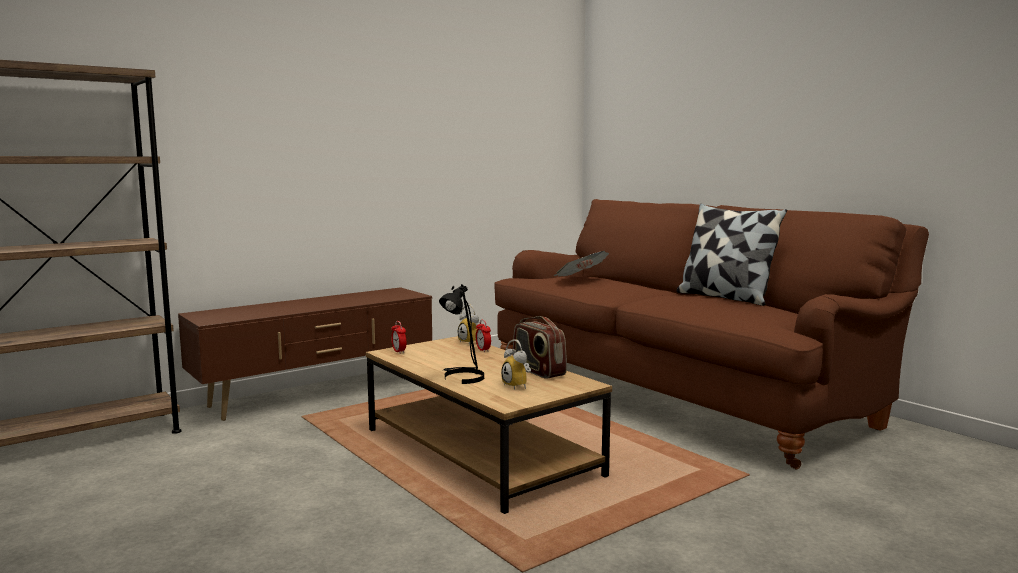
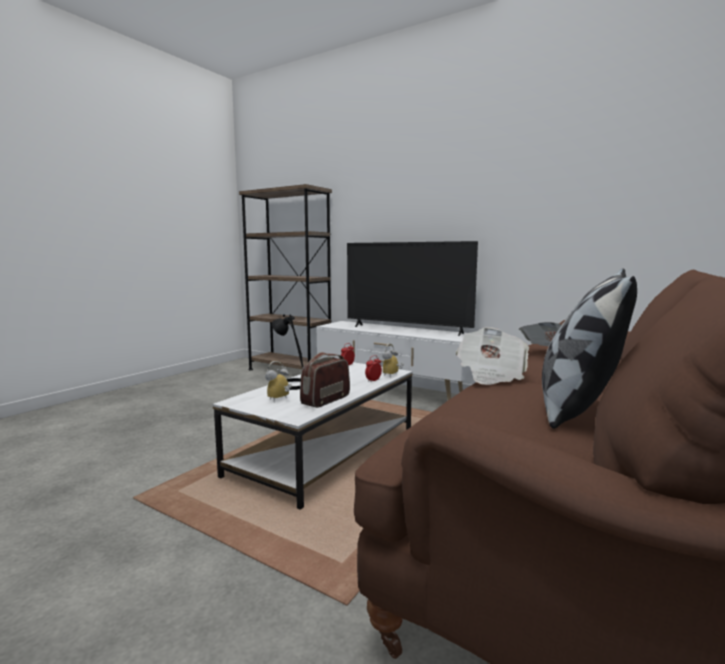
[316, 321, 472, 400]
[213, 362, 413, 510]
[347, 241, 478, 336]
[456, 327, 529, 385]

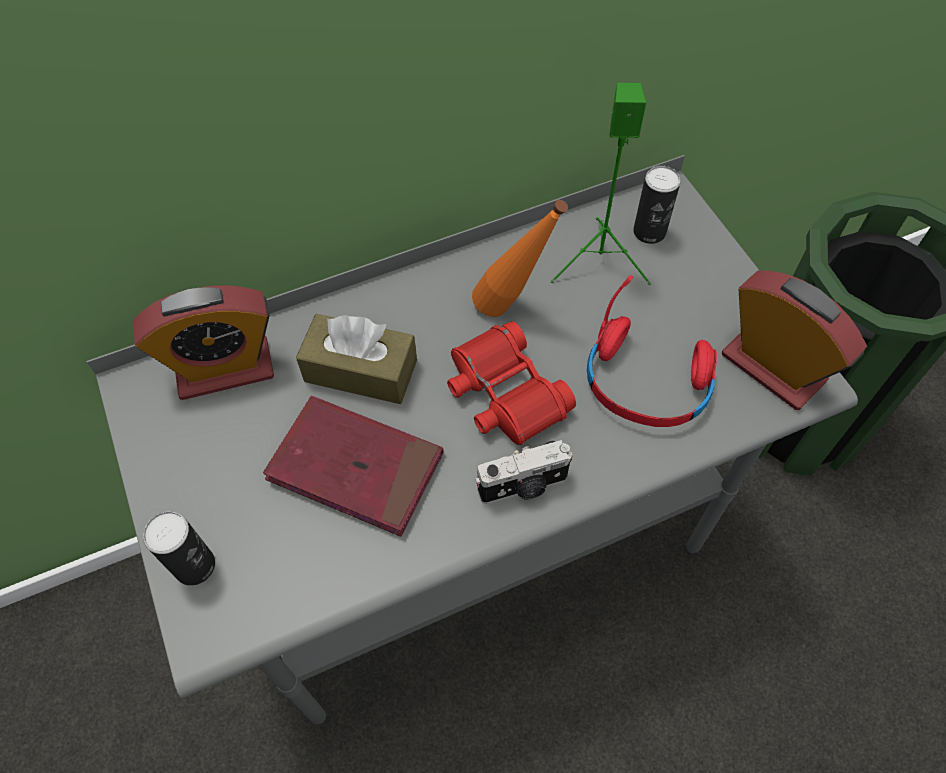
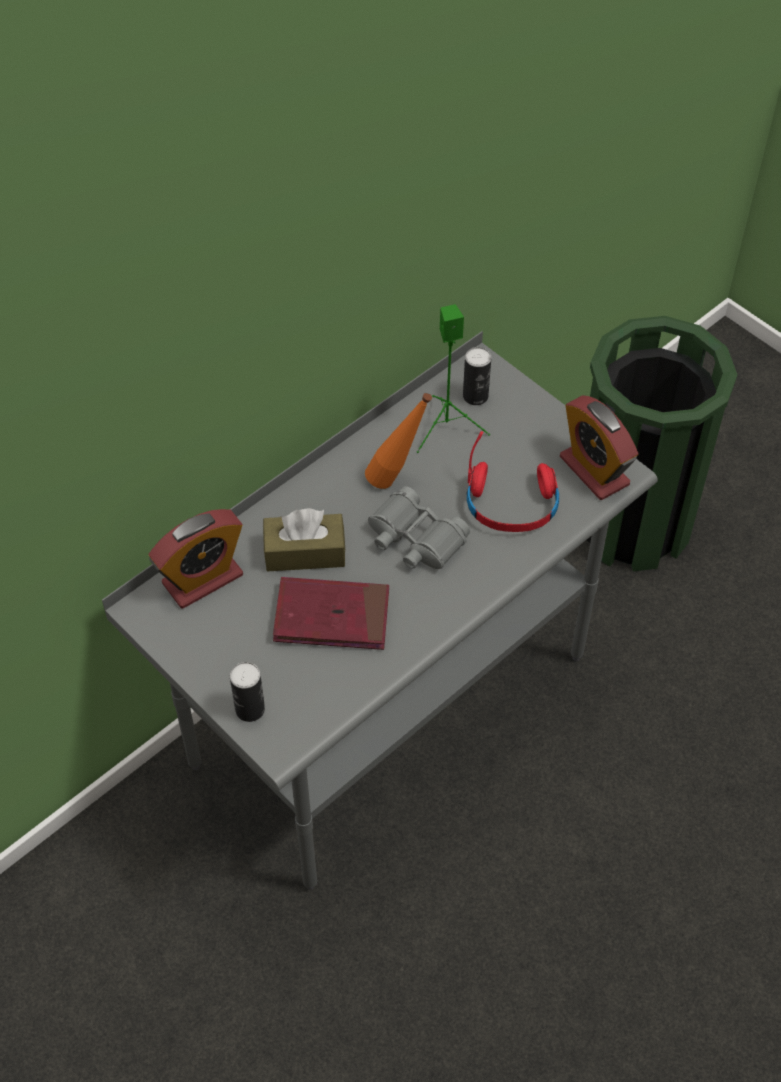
[368, 486, 470, 569]
[475, 440, 573, 504] (first image)
[560, 395, 638, 500]

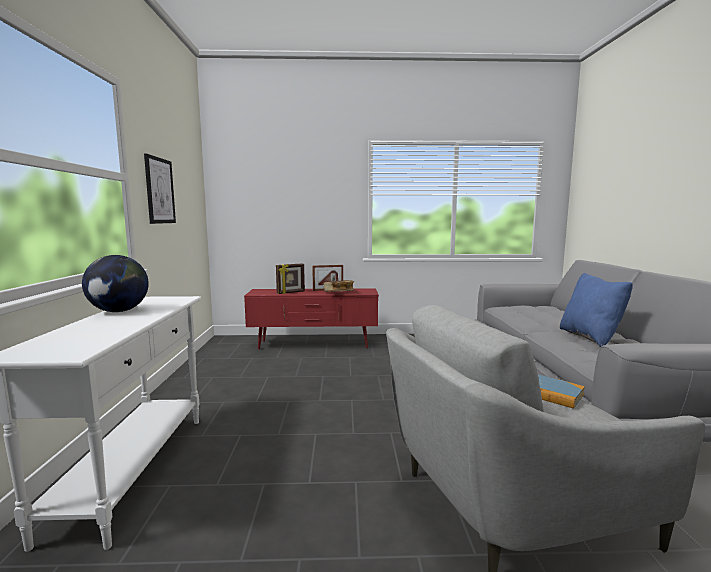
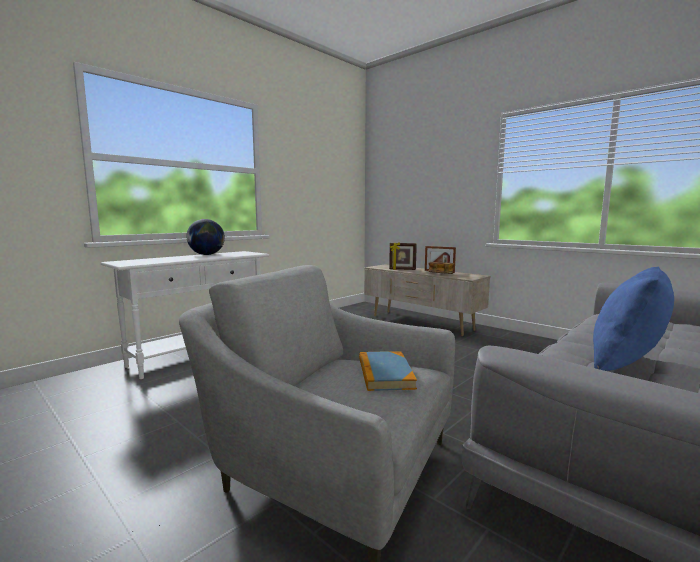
[144, 154, 176, 224] (first image)
[365, 264, 491, 336]

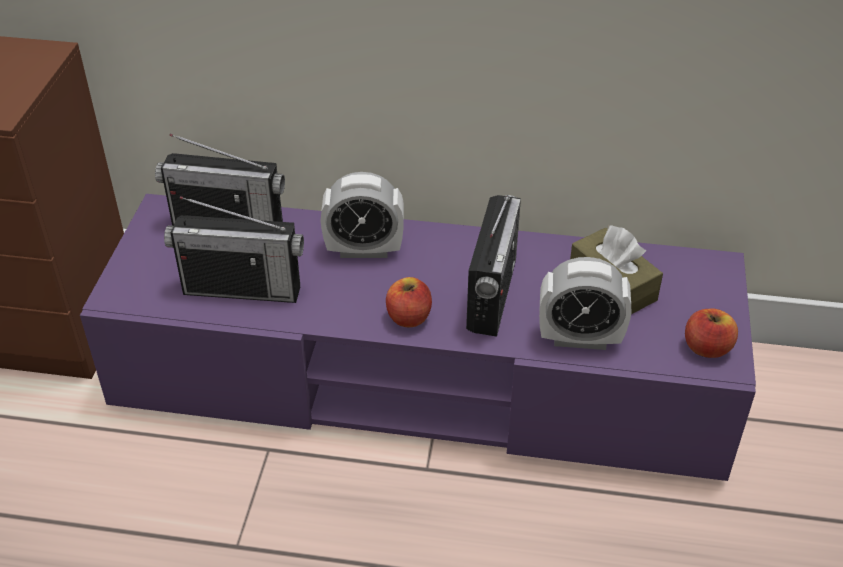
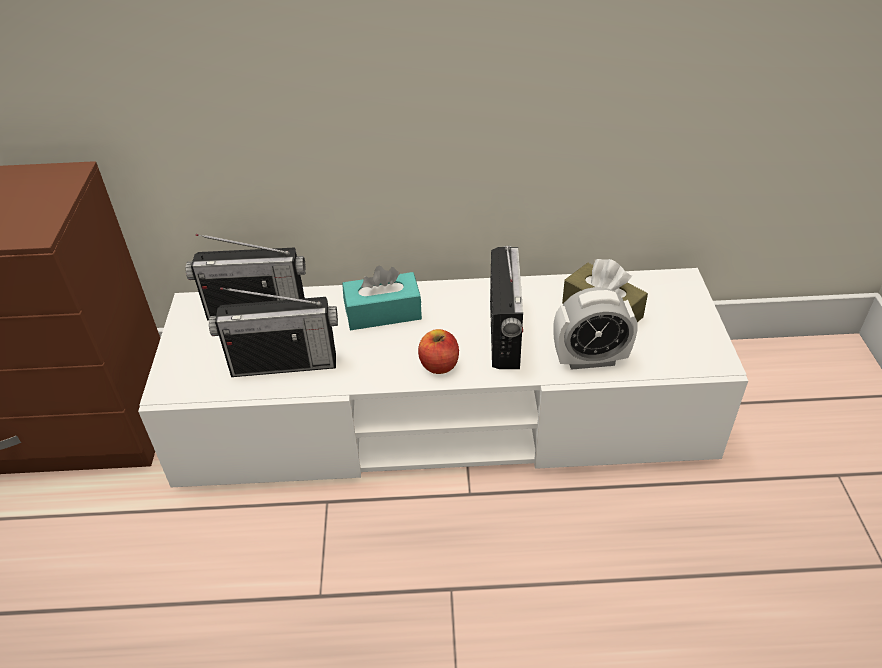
[138, 268, 748, 487]
[342, 266, 422, 330]
[685, 309, 738, 358] (first image)

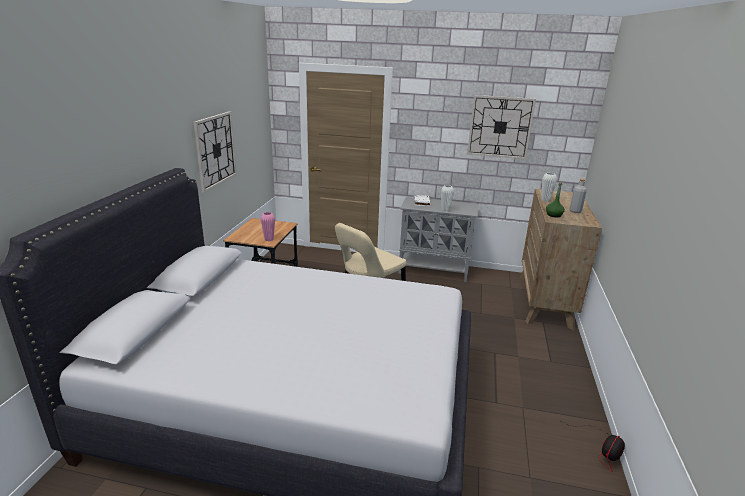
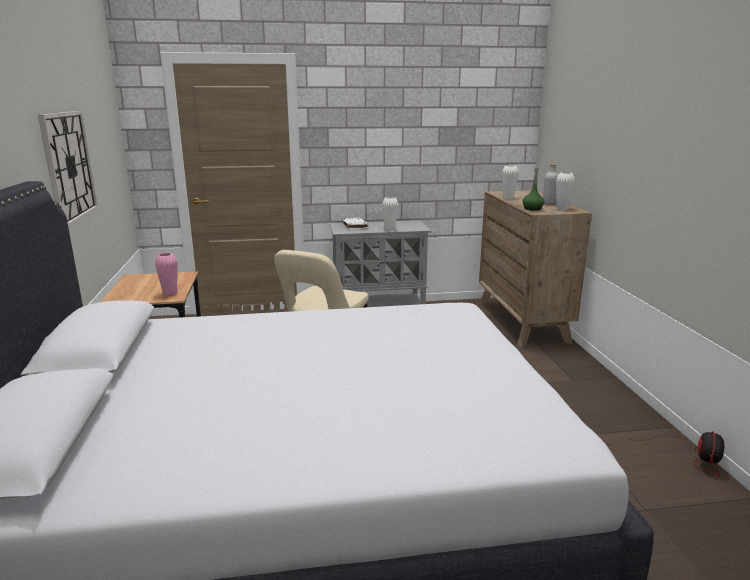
[467, 95, 536, 159] (first image)
[556, 172, 575, 210]

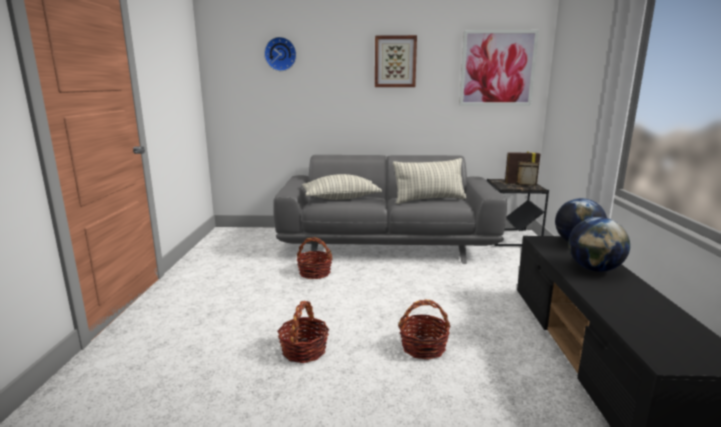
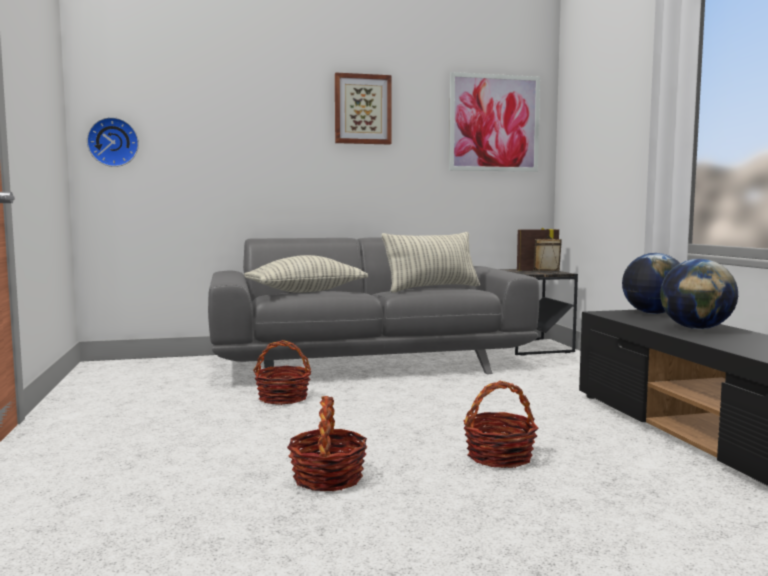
[87, 117, 139, 167]

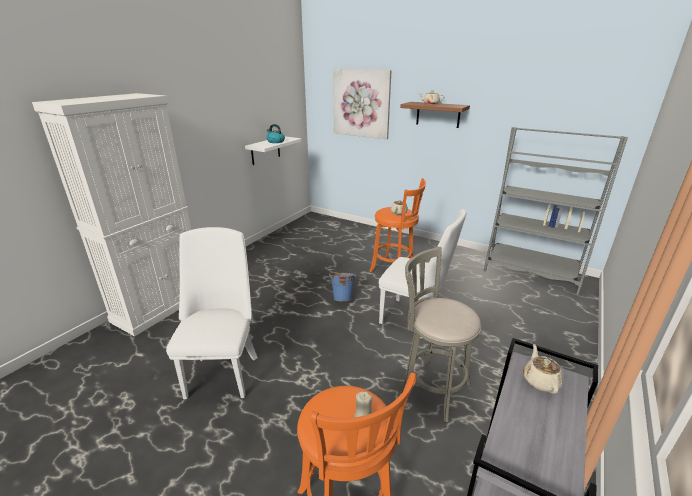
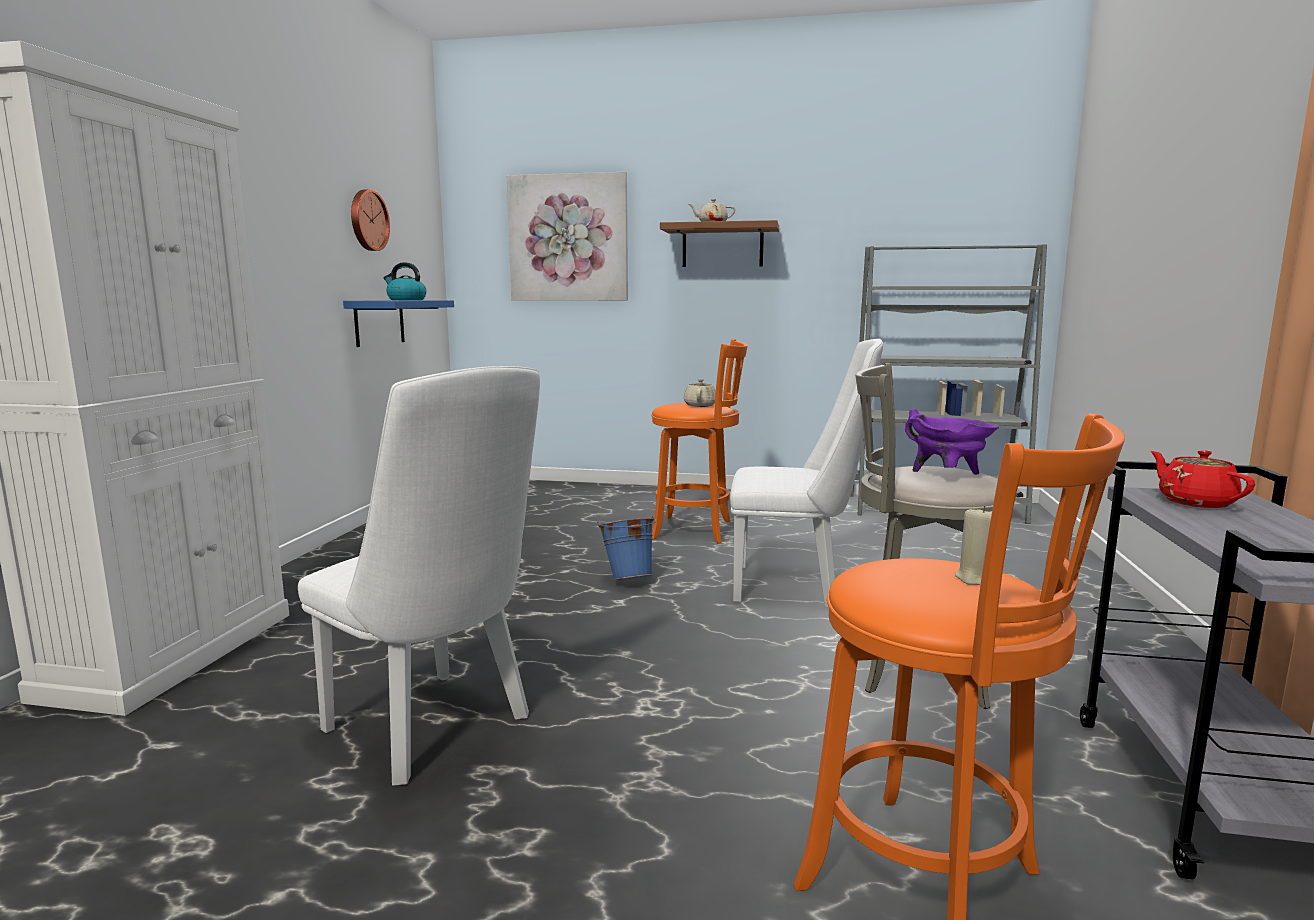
[298, 366, 540, 786]
[343, 300, 454, 347]
[1151, 450, 1255, 508]
[351, 189, 390, 251]
[905, 409, 999, 475]

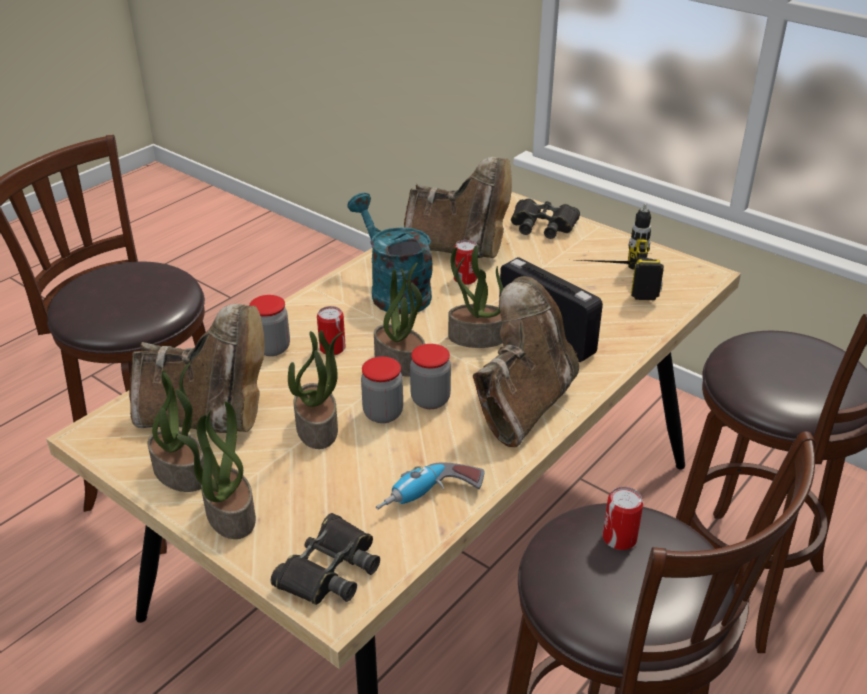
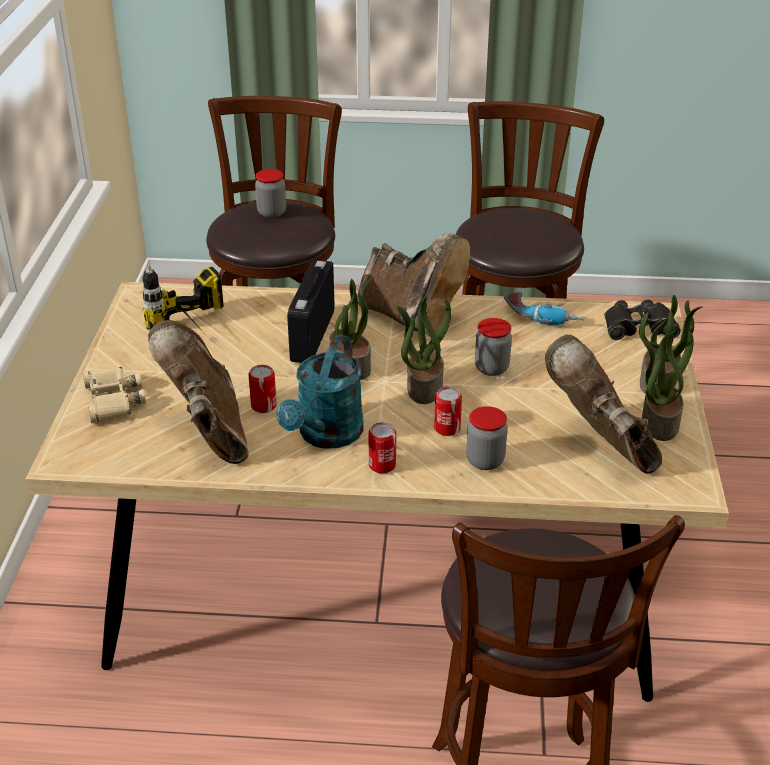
[288, 330, 344, 449] (first image)
[255, 169, 286, 218]
[357, 233, 470, 335]
[83, 367, 146, 423]
[368, 422, 396, 474]

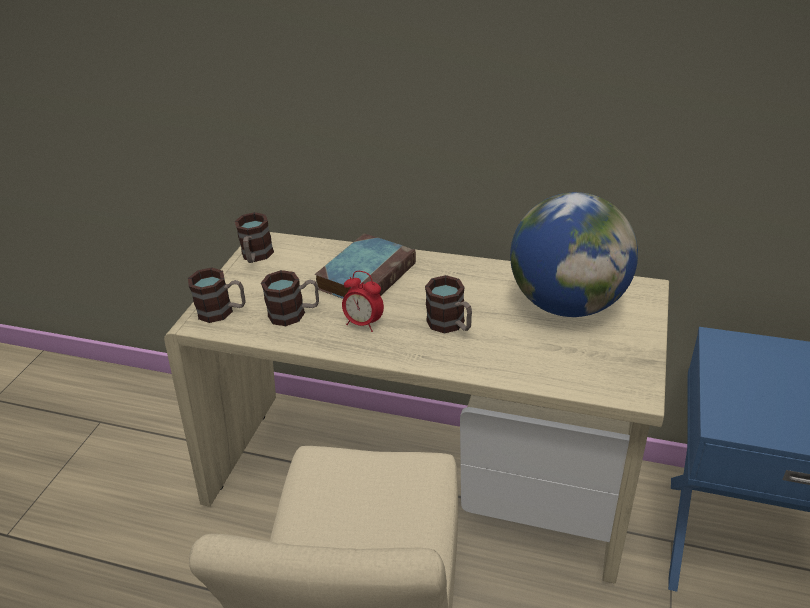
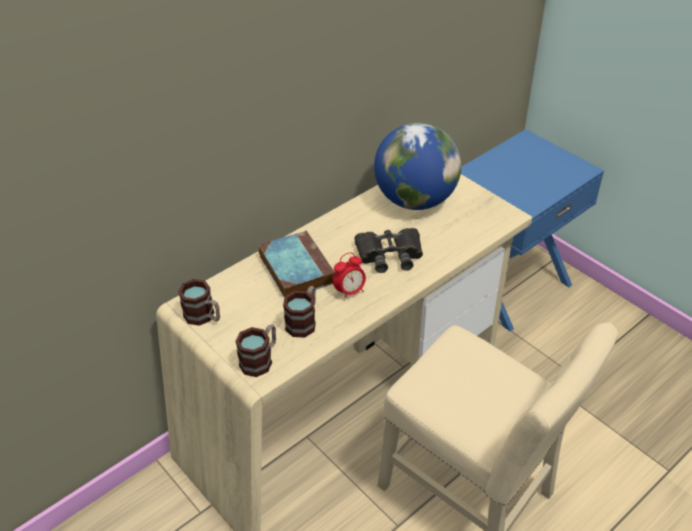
[354, 228, 423, 273]

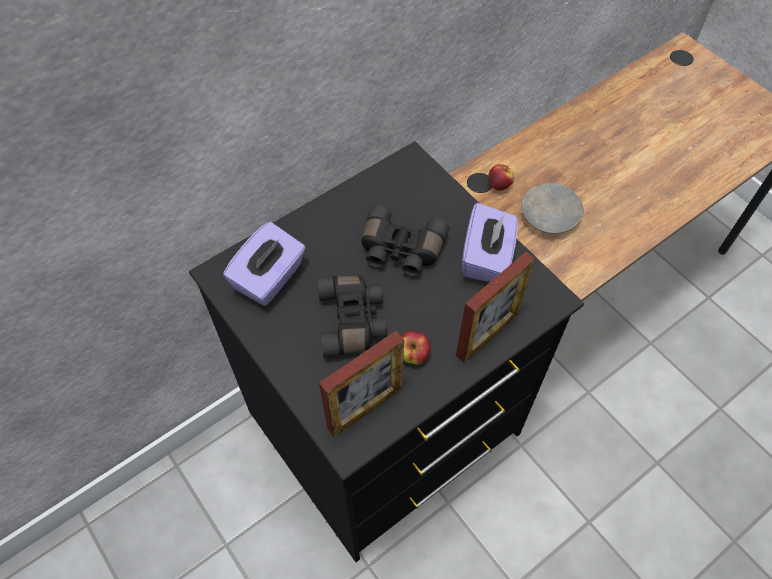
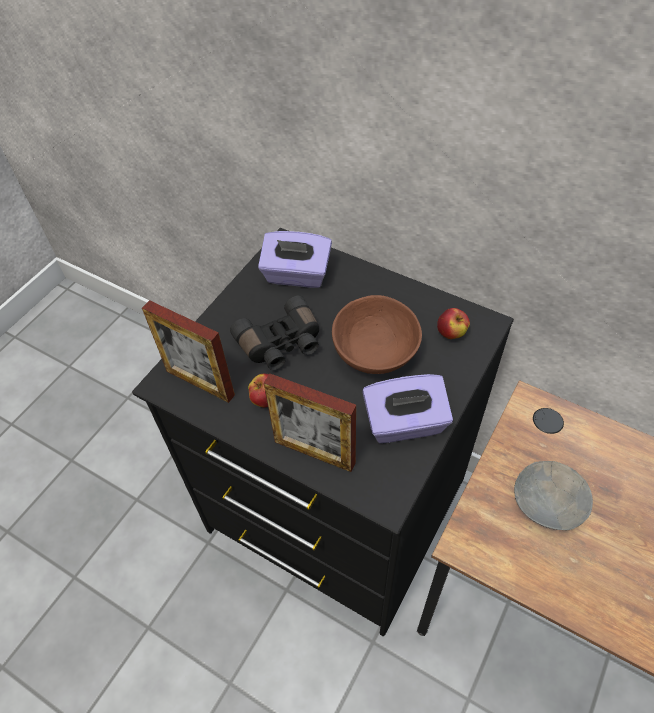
[332, 295, 422, 374]
[437, 308, 470, 339]

